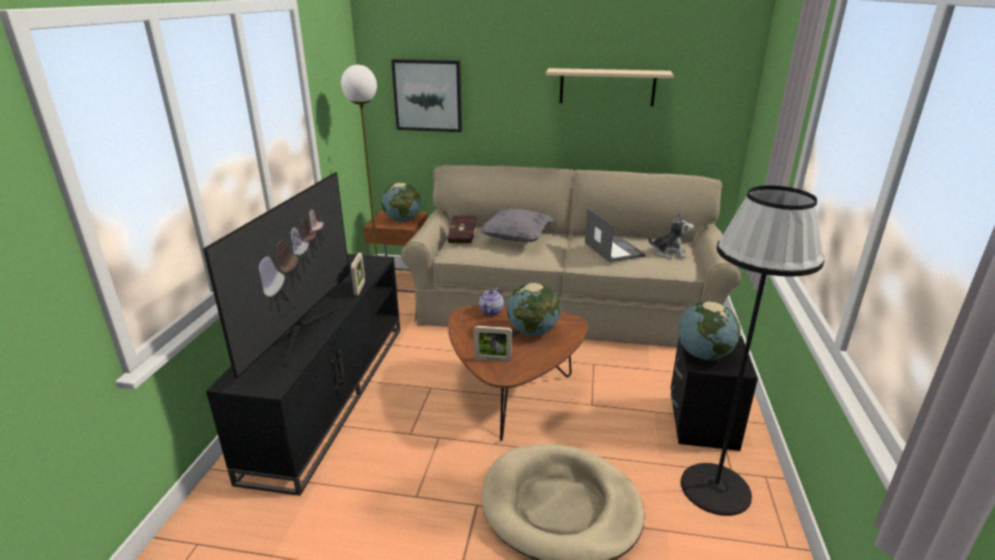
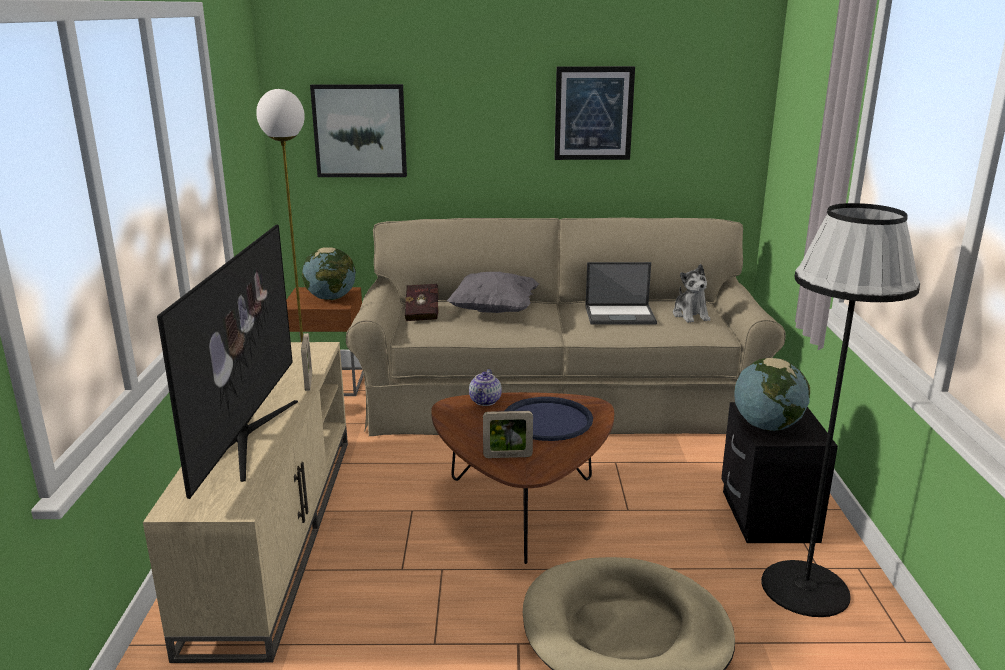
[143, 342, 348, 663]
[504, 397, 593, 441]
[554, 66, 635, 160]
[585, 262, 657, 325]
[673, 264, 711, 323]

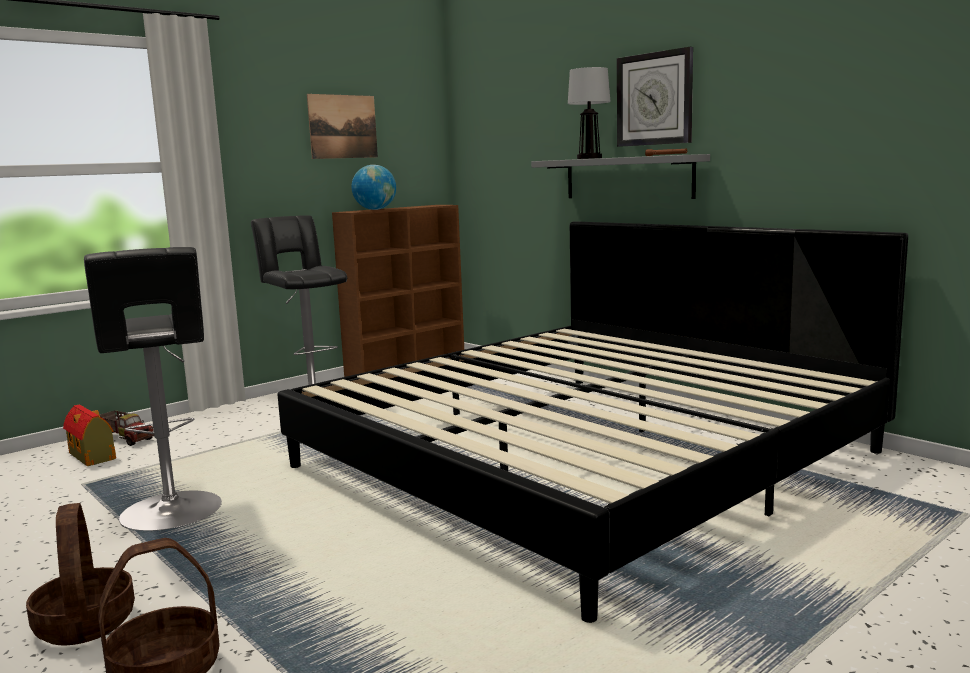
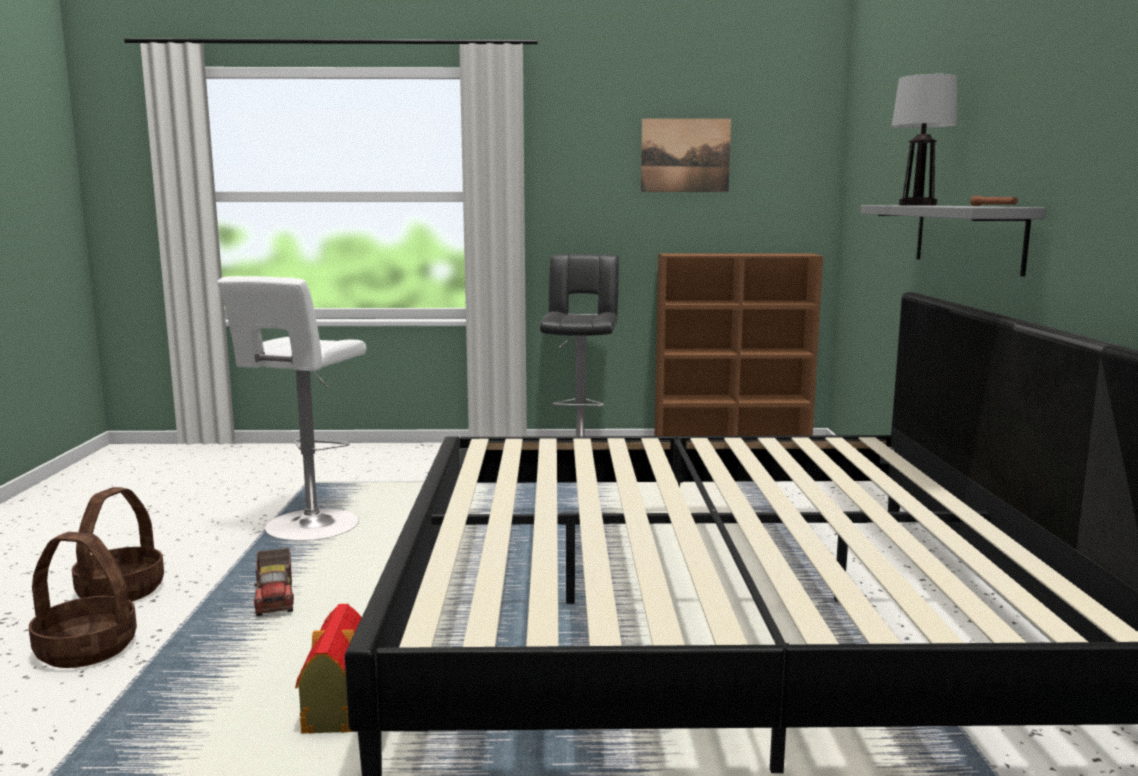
[295, 604, 362, 734]
[217, 276, 367, 541]
[254, 548, 294, 616]
[352, 165, 396, 210] (first image)
[617, 47, 693, 147] (first image)

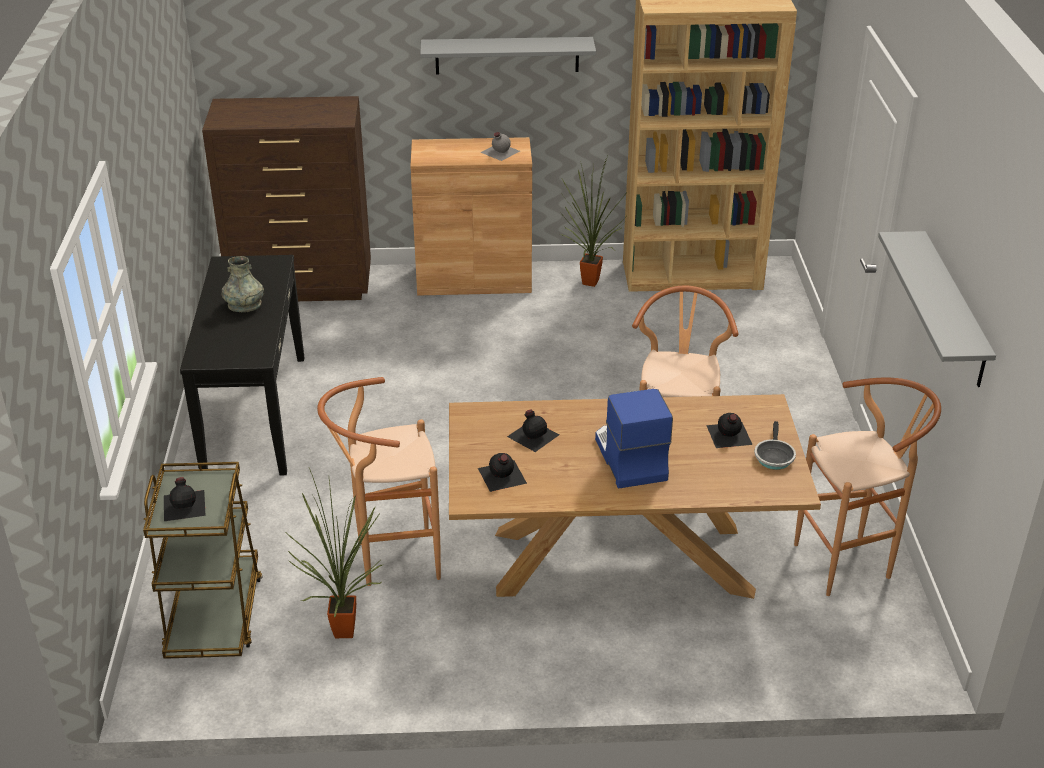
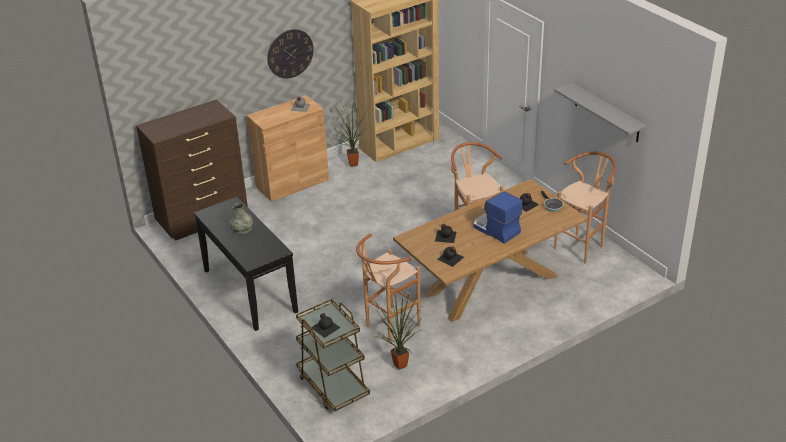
[267, 29, 314, 79]

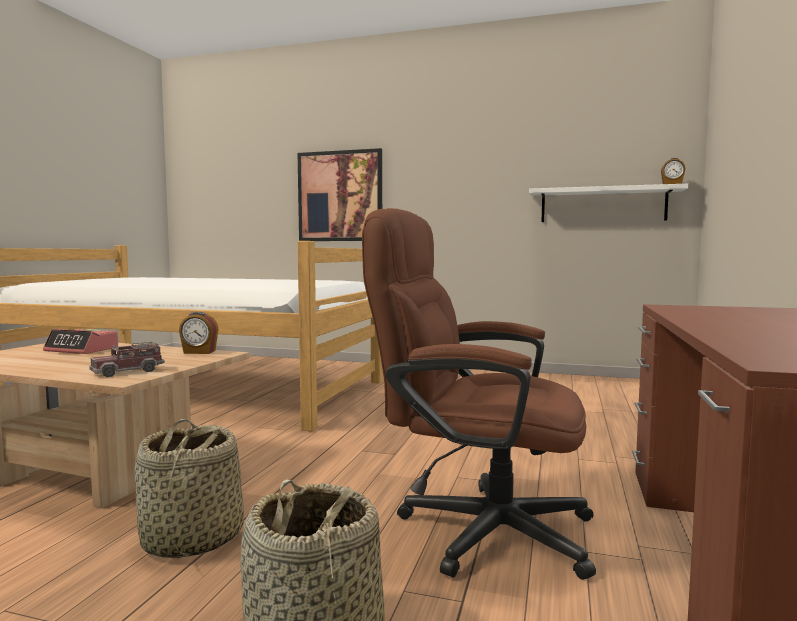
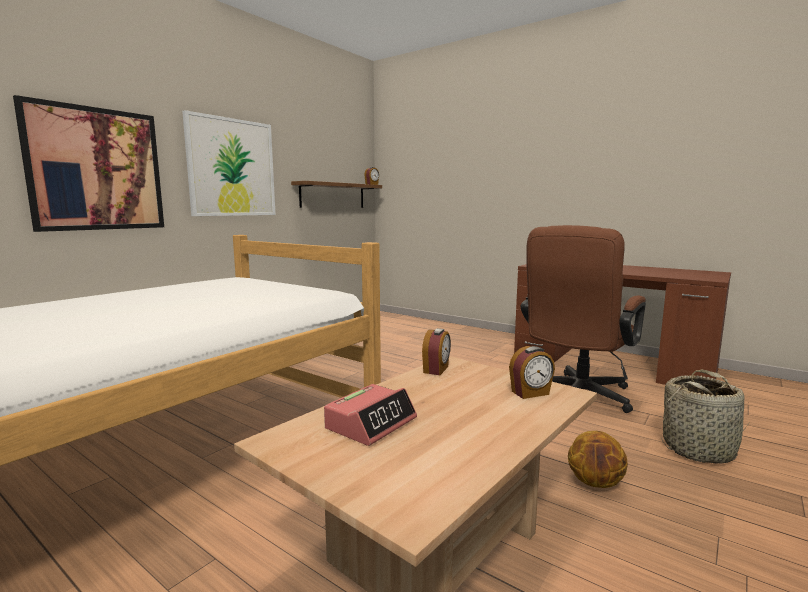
[509, 346, 555, 399]
[568, 431, 628, 488]
[291, 181, 382, 208]
[182, 110, 276, 216]

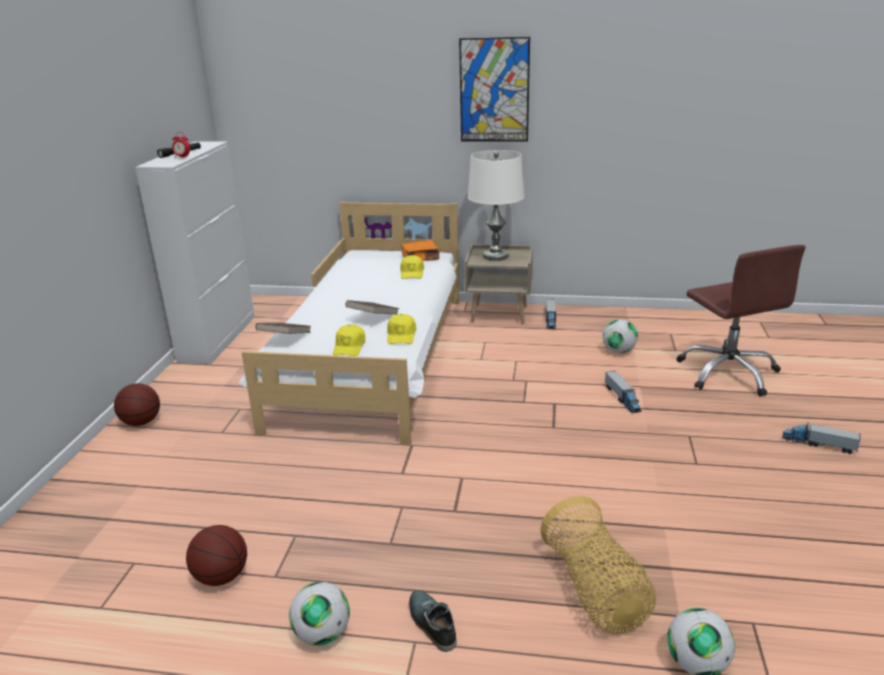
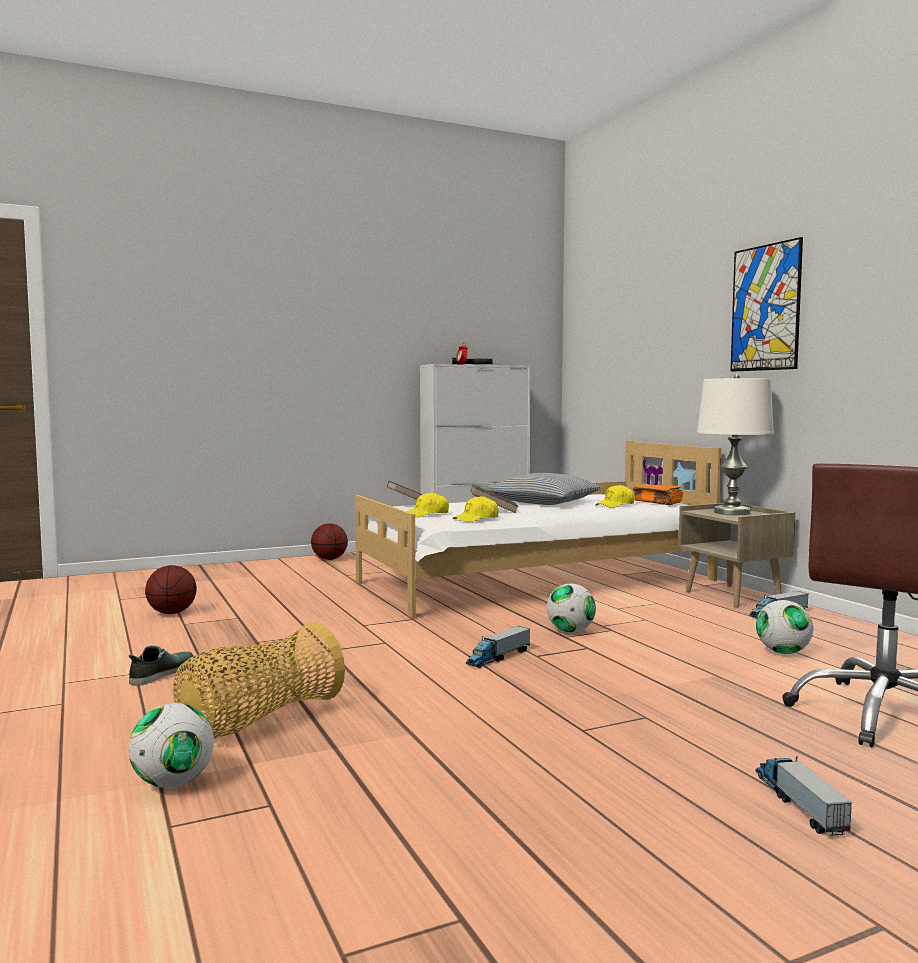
[547, 583, 596, 633]
[466, 626, 530, 668]
[485, 473, 602, 505]

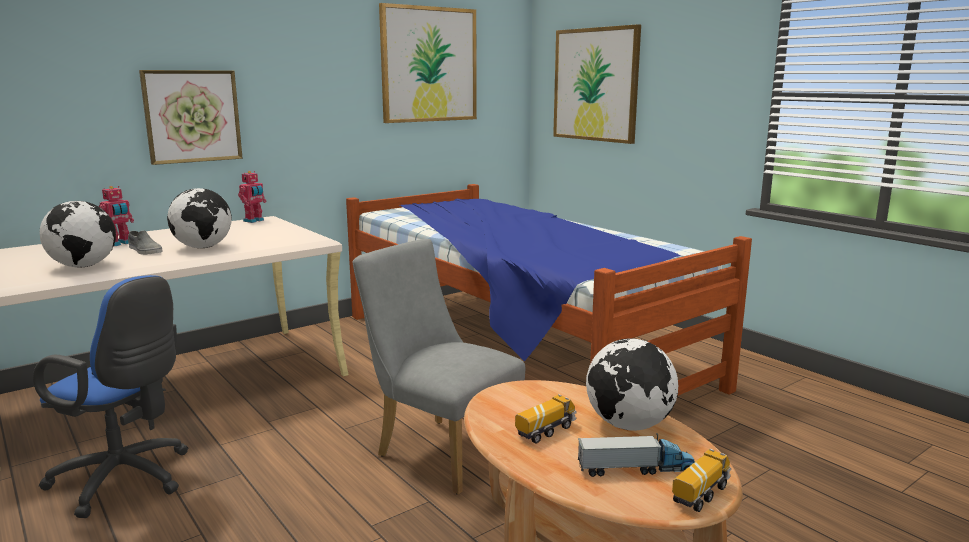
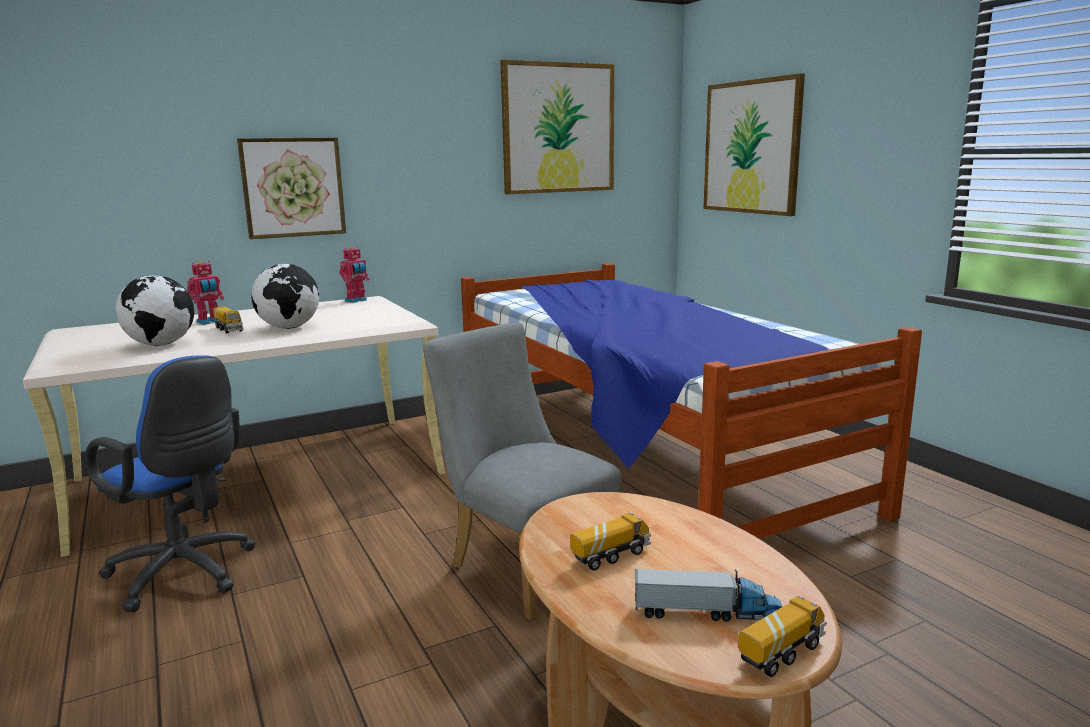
[213, 306, 243, 334]
[586, 338, 679, 431] (first image)

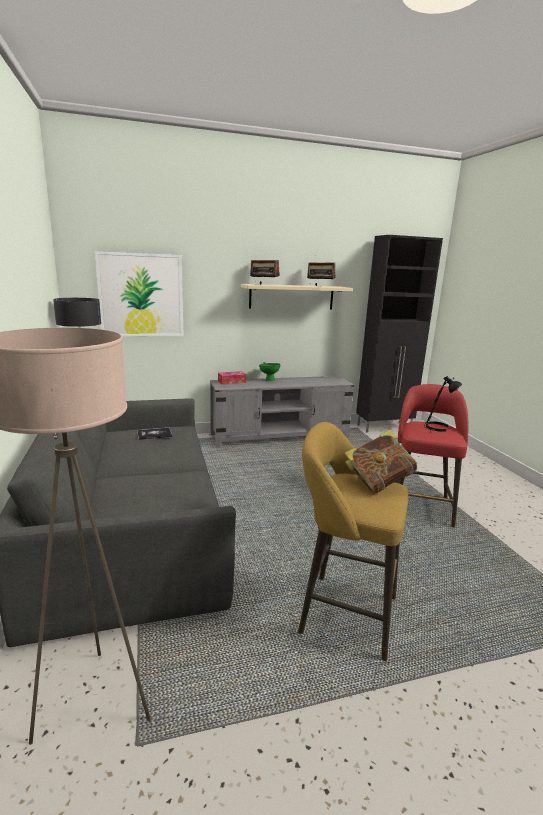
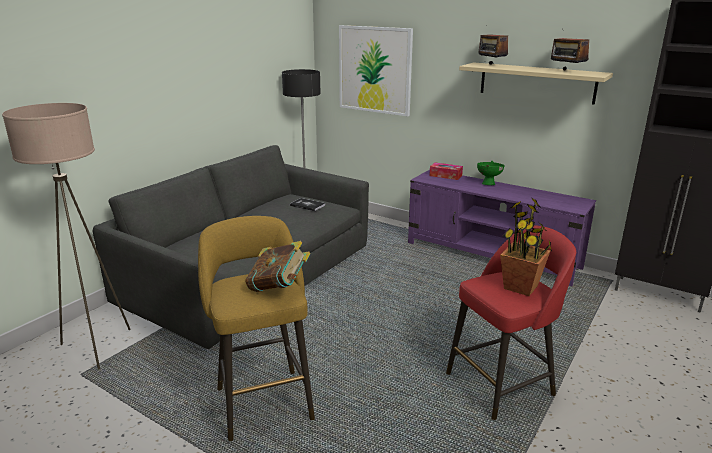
[408, 170, 596, 286]
[500, 197, 552, 296]

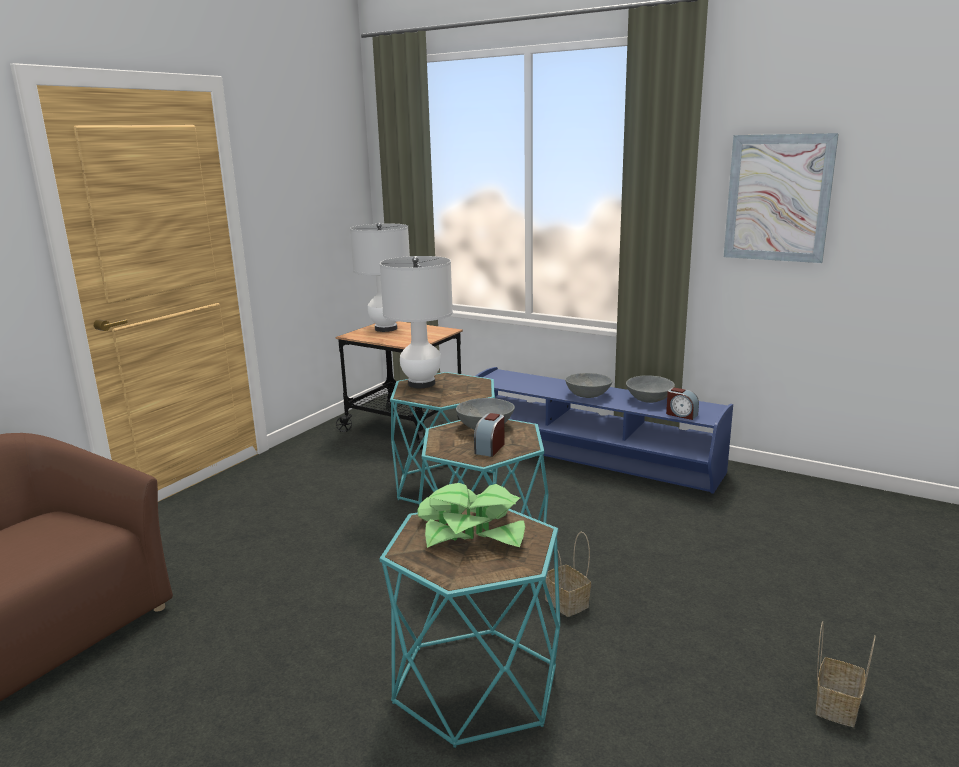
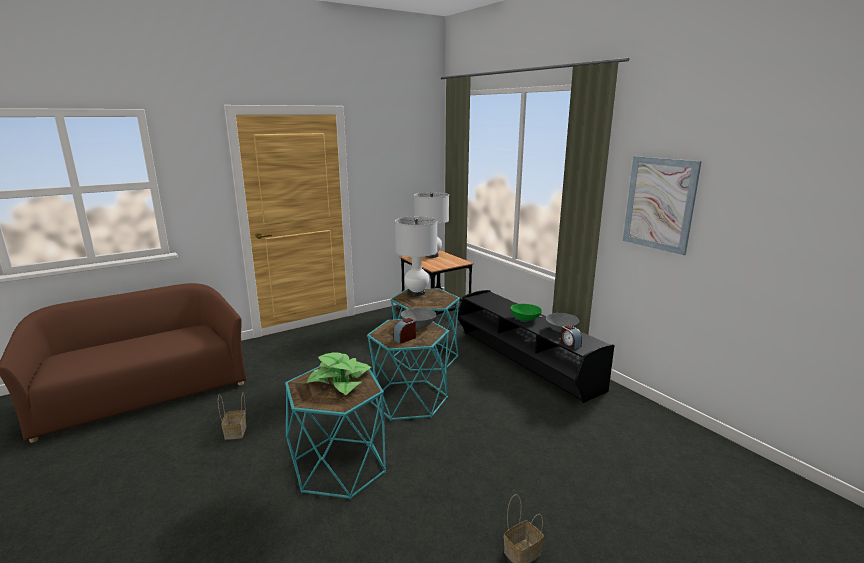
[458, 290, 614, 403]
[218, 393, 246, 440]
[510, 304, 542, 321]

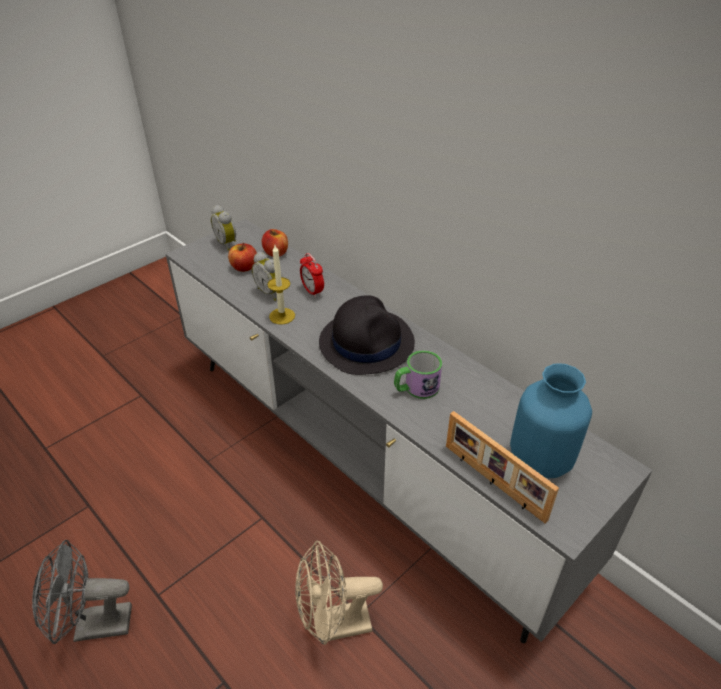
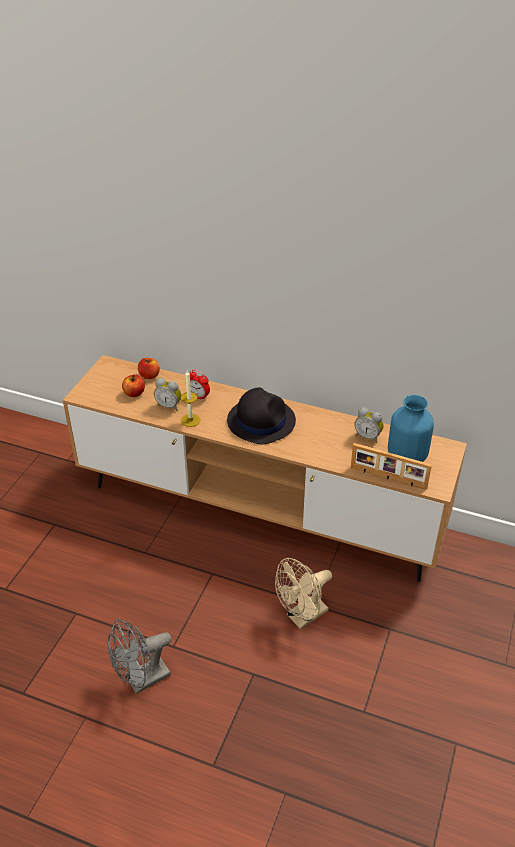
[63, 355, 467, 582]
[354, 407, 384, 443]
[394, 350, 442, 399] (first image)

